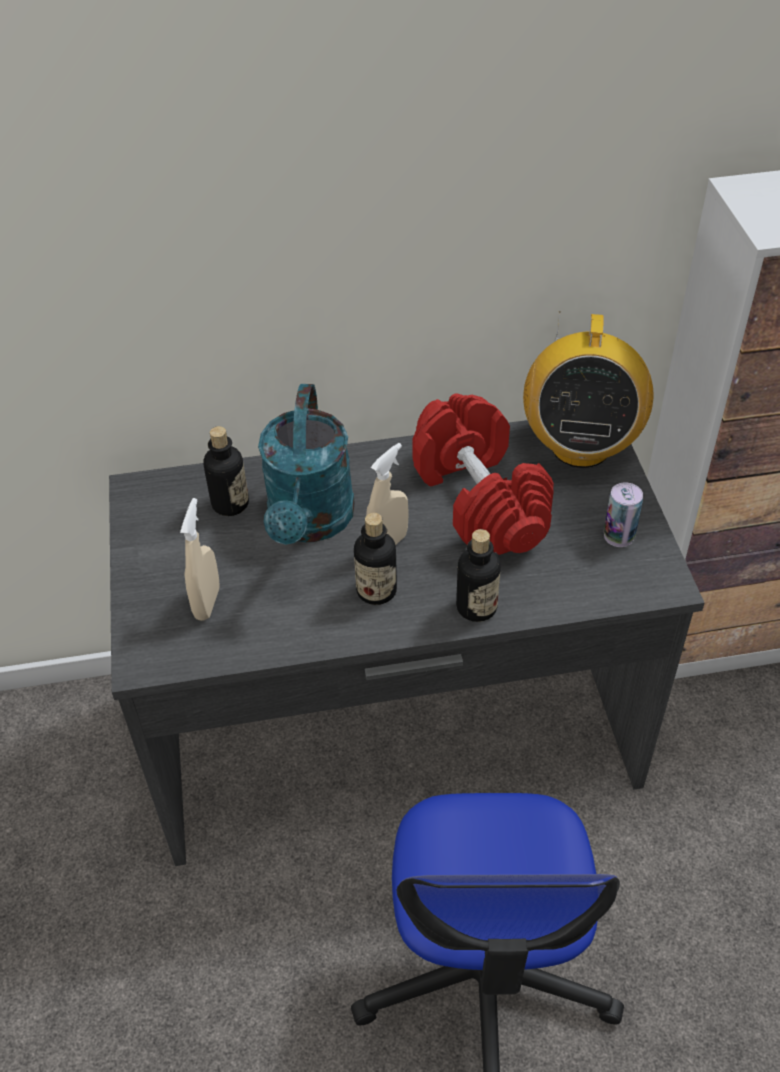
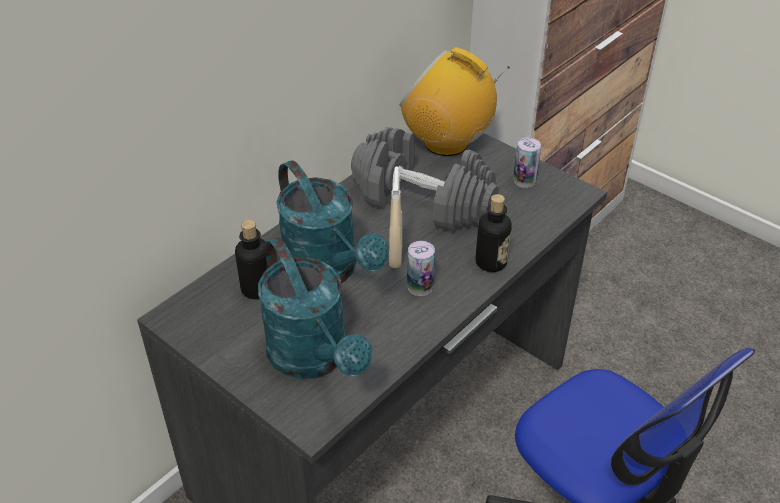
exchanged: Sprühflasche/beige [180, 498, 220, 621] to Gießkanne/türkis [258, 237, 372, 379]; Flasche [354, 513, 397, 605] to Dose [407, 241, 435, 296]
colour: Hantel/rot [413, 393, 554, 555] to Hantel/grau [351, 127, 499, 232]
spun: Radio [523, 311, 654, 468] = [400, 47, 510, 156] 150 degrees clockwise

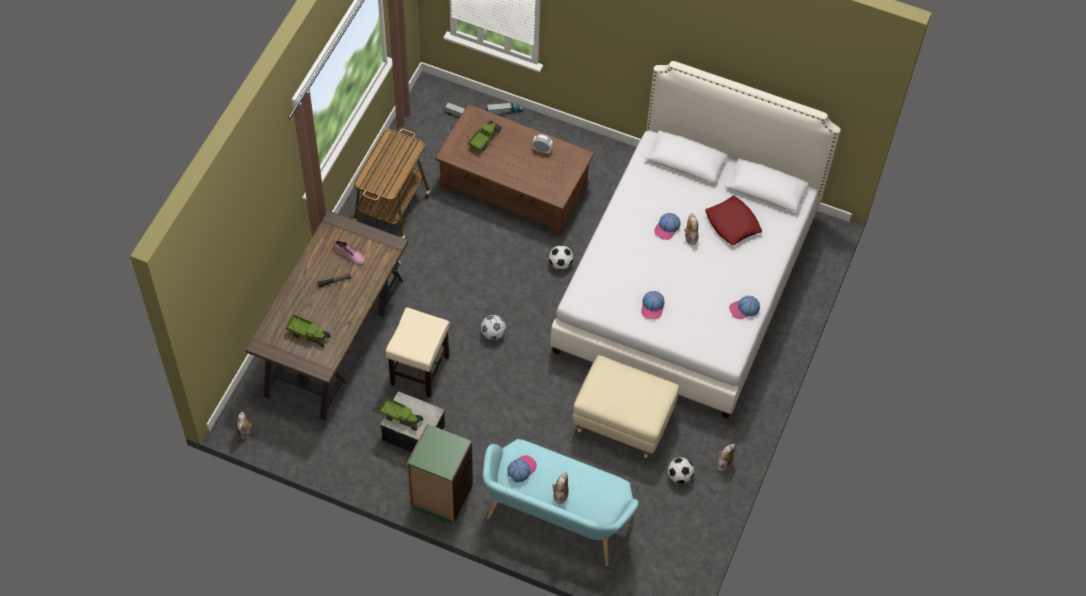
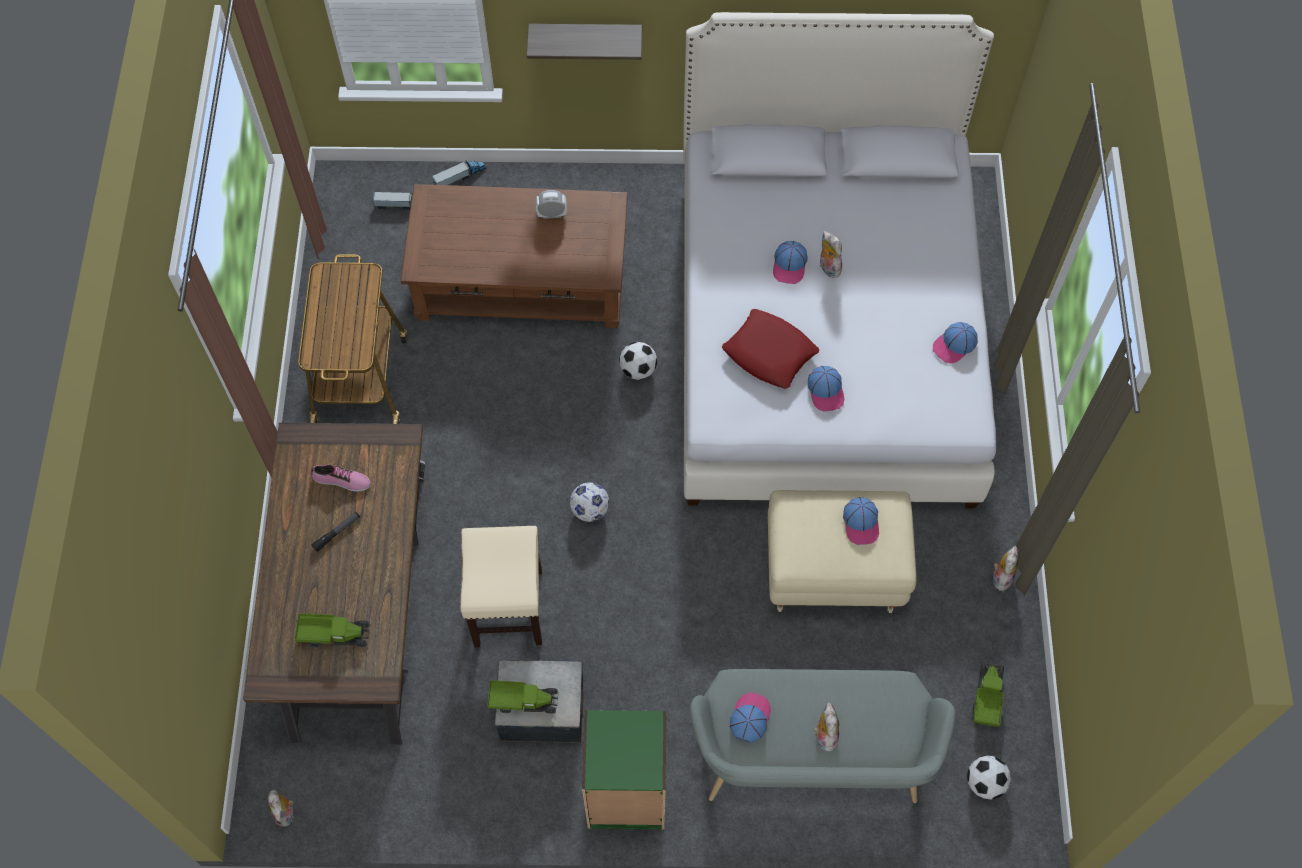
appeared: Wandregal [526, 24, 642, 60]; Kappe [843, 497, 879, 545]
relocated: Kissen/rot [705, 196, 762, 246] to [722, 309, 820, 389]; Fußball [668, 457, 694, 484] to [967, 755, 1011, 800]; Spielzeuglaster [468, 121, 501, 151] to [972, 662, 1004, 727]
colour: Bank/türkis [483, 439, 639, 567] to Bank/grau [690, 669, 956, 803]

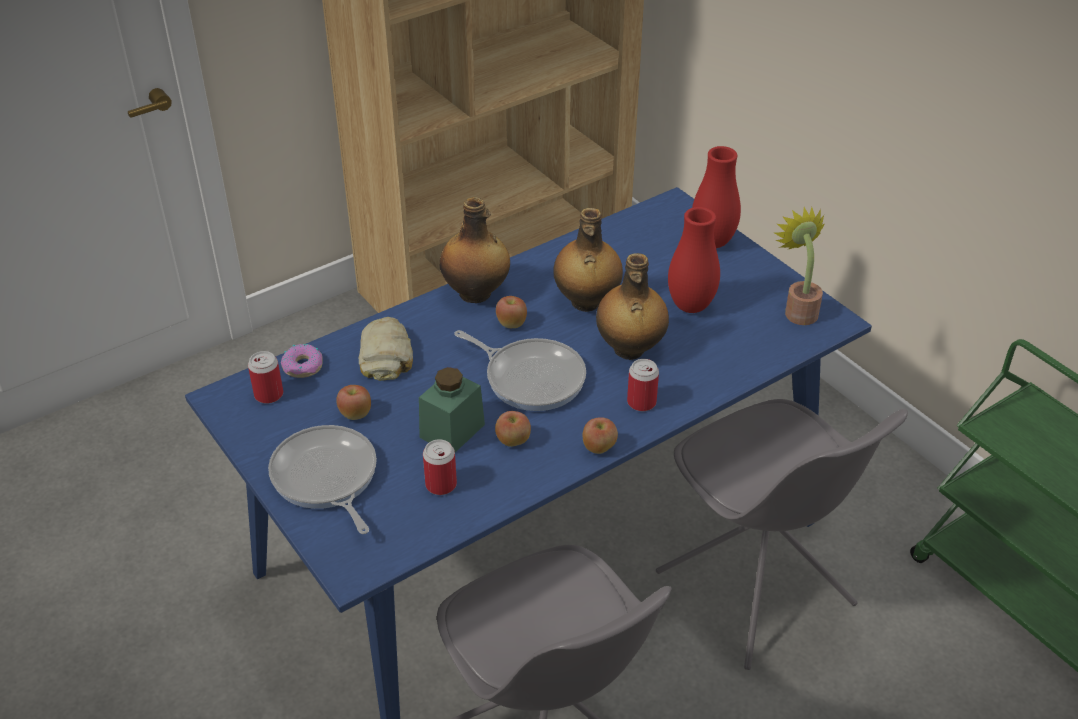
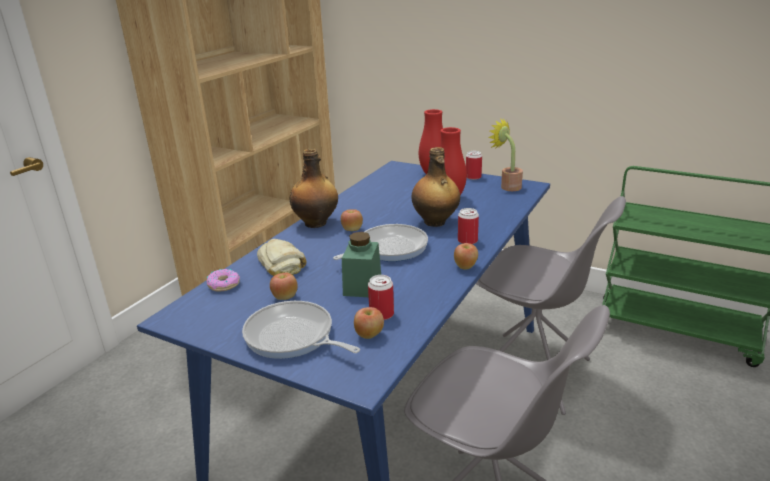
missing: Flasche [553, 208, 623, 312]
relocated: Apfel [495, 411, 531, 447] to [354, 307, 384, 339]; Dose [248, 351, 283, 404] to [466, 151, 482, 180]
spun: Pfanne [454, 330, 586, 411] = [333, 224, 428, 262] 45 degrees counterclockwise

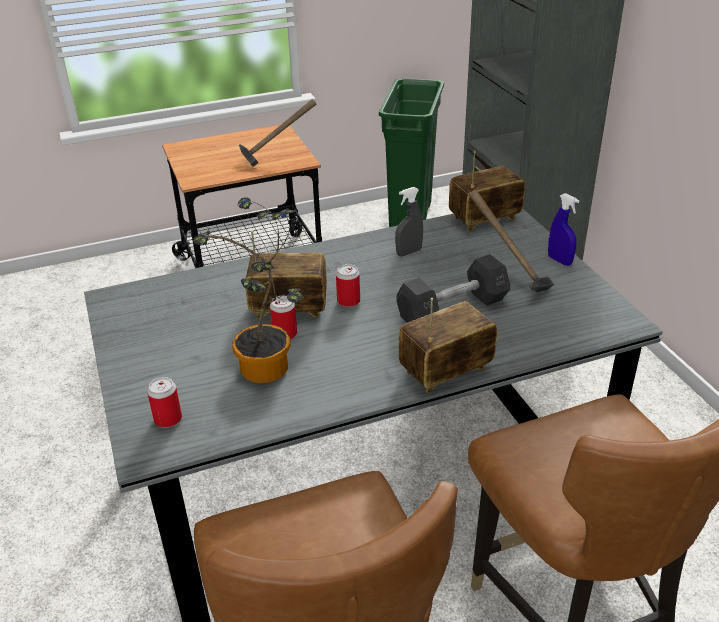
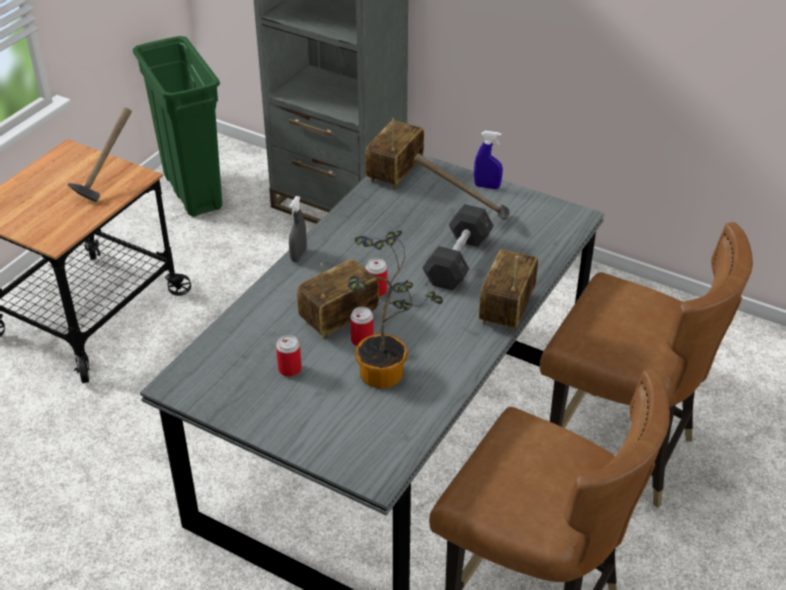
relocated: Dose [147, 377, 182, 428] to [276, 335, 302, 377]; Sprühflasche/grau [395, 187, 423, 257] to [289, 196, 307, 262]

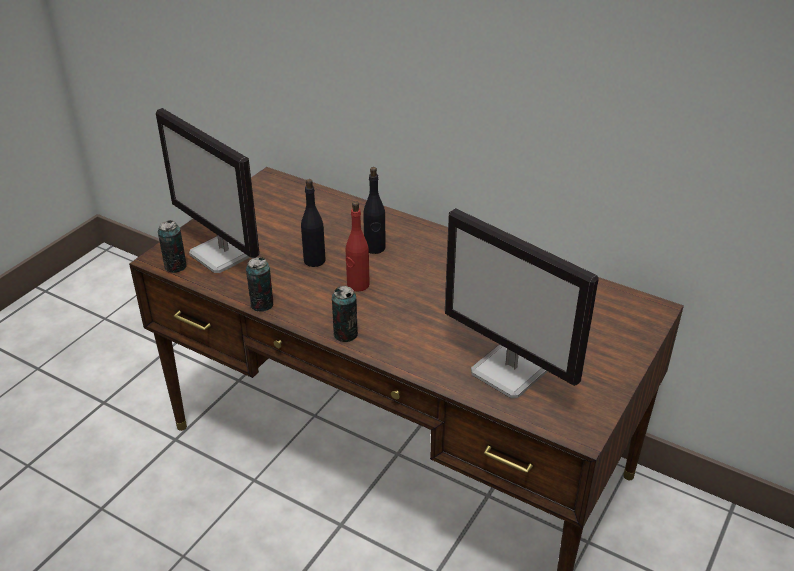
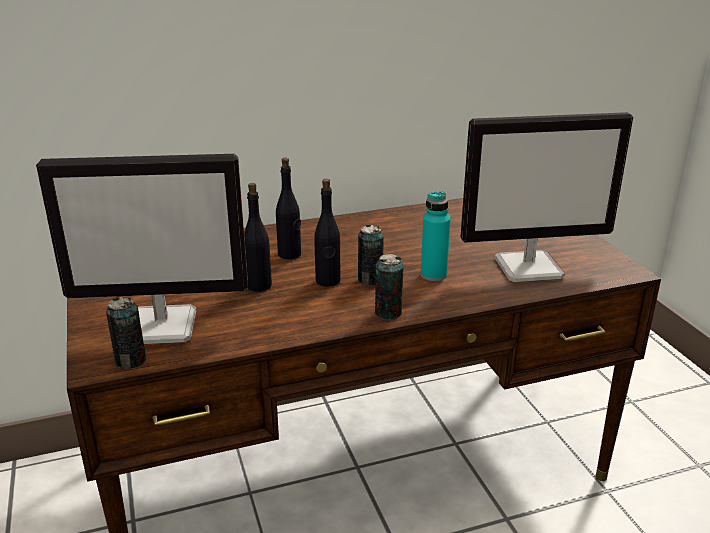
appeared: Flasche/türkis [421, 191, 451, 281]
relocated: Dose [246, 257, 273, 312] to [358, 225, 384, 286]
colour: Flasche/rot [346, 201, 370, 291] to Flasche/schwarz [314, 179, 341, 286]

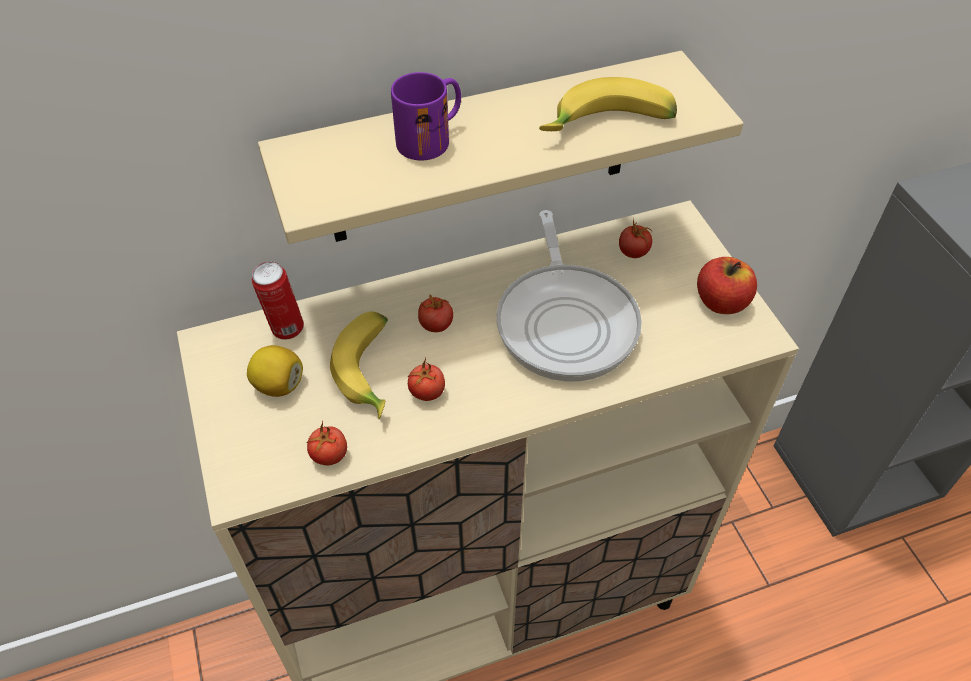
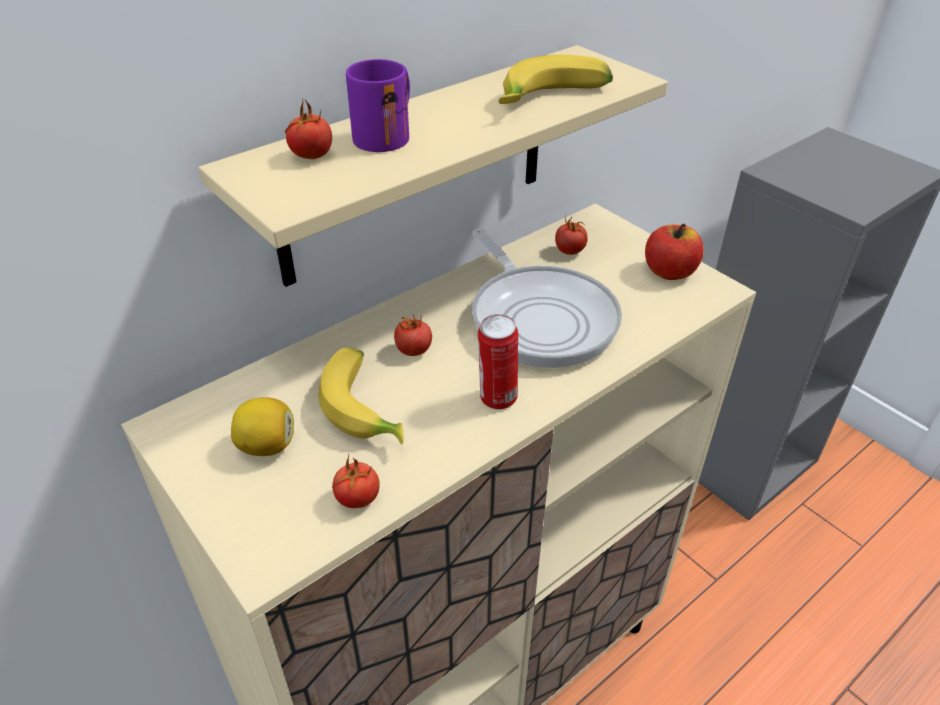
relocated: Tomate [408, 358, 445, 401] to [285, 98, 332, 159]; Dose [252, 261, 304, 340] to [478, 314, 518, 410]

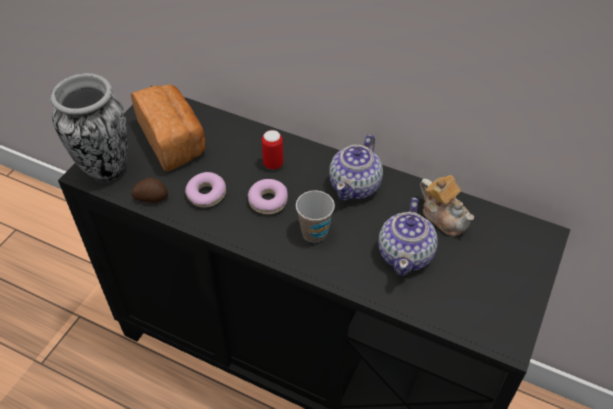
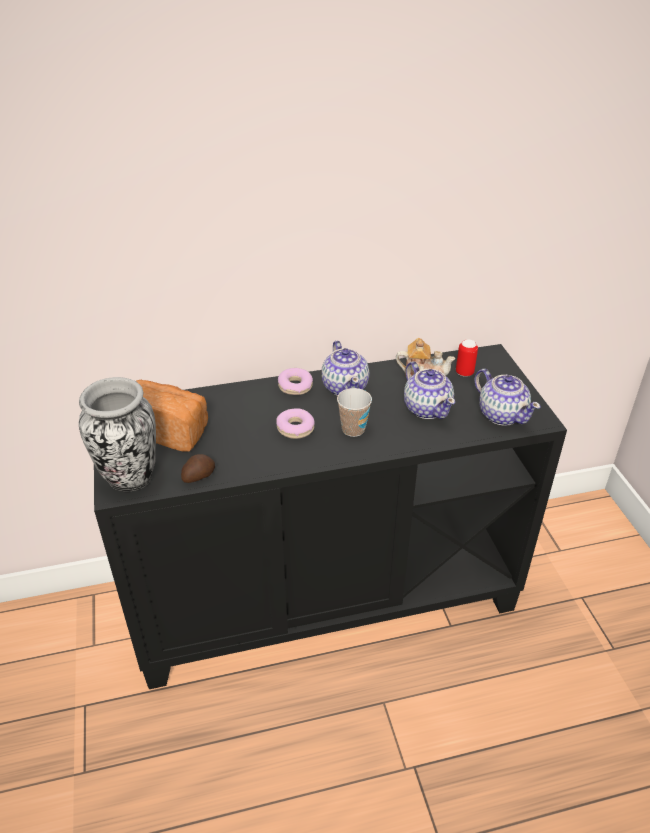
appeared: Teekanne [474, 369, 541, 426]
relocated: Donut [185, 172, 226, 208] to [278, 368, 313, 395]; Dose [262, 130, 284, 170] to [456, 339, 478, 377]

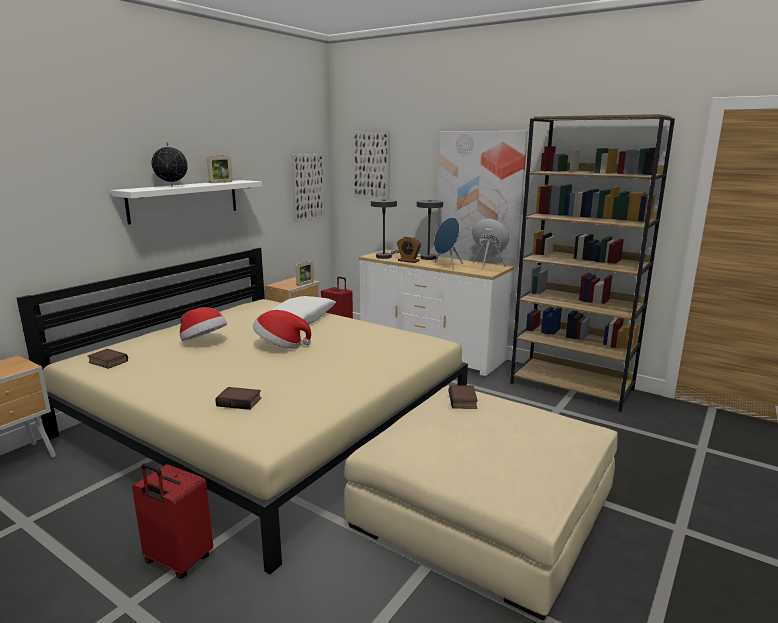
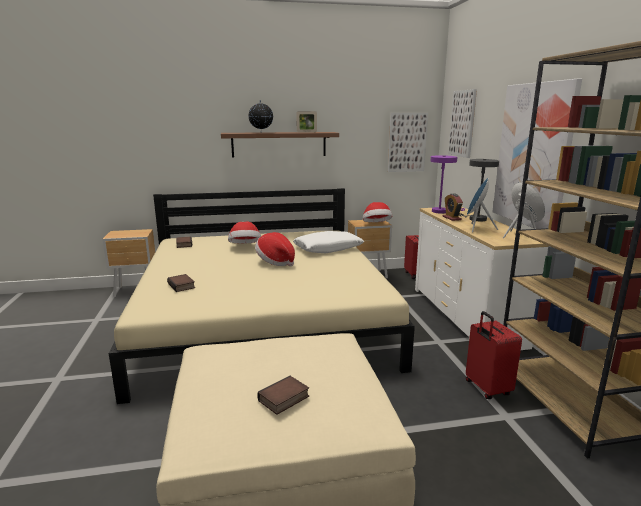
relocated: Buch [448, 385, 478, 409] to [257, 376, 309, 415]; Koffer/rot [132, 463, 213, 579] to [466, 311, 522, 399]
exchanged: Bilderrahmen [296, 261, 314, 286] to Hut [363, 202, 392, 222]
colour: Wandregal/weiß [110, 180, 262, 225] to Wandregal/braun [221, 132, 339, 158]; Tischlampe/grau [371, 199, 399, 259] to Tischlampe/lila [430, 155, 465, 213]

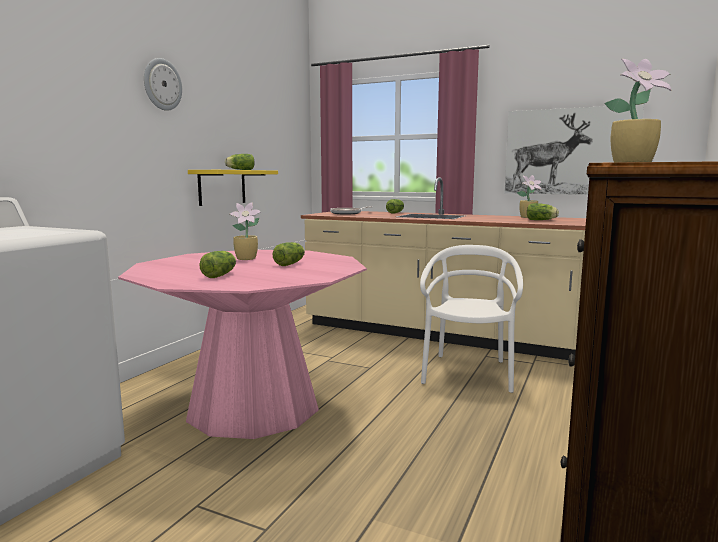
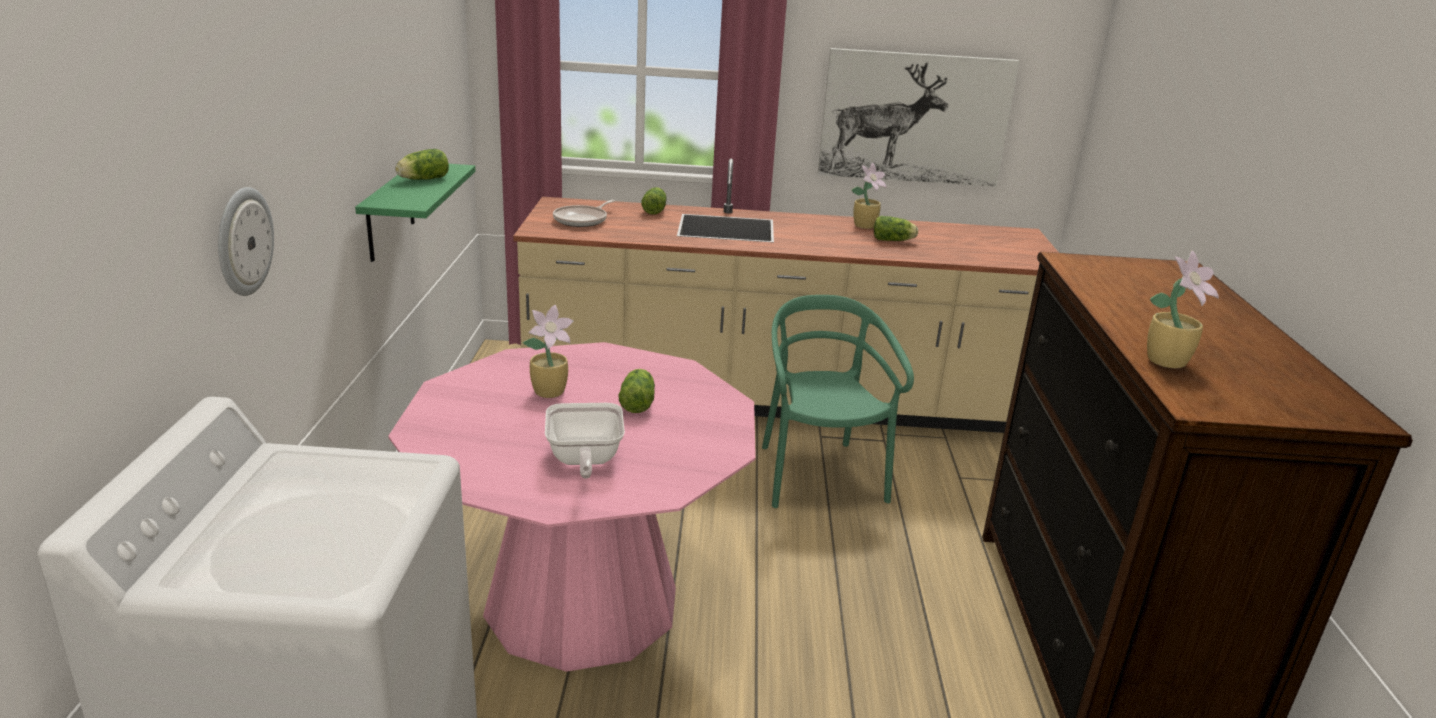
relocated: Wanduhr [144, 58, 182, 111] to [218, 187, 274, 296]
exchanged: Salatkopf [199, 251, 236, 278] to Pfanne [545, 403, 625, 479]
colour: Wandregal/gelb [188, 170, 278, 206] to Wandregal/grün [355, 164, 475, 262]; Stuhl/weiß [420, 245, 523, 393] to Stuhl/grün [762, 295, 914, 508]

